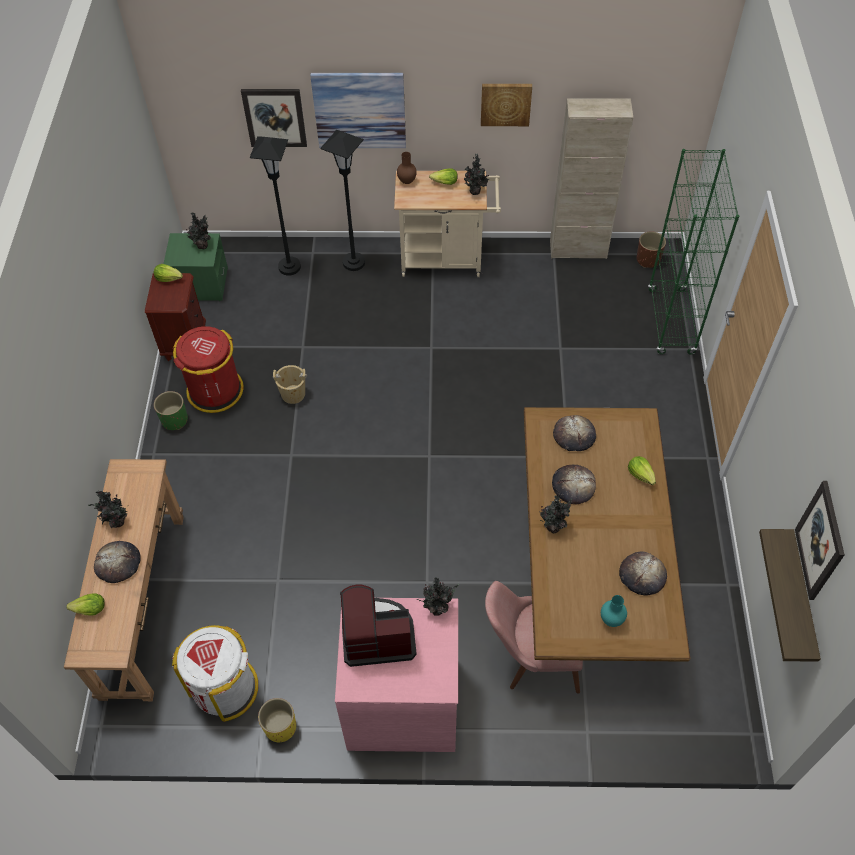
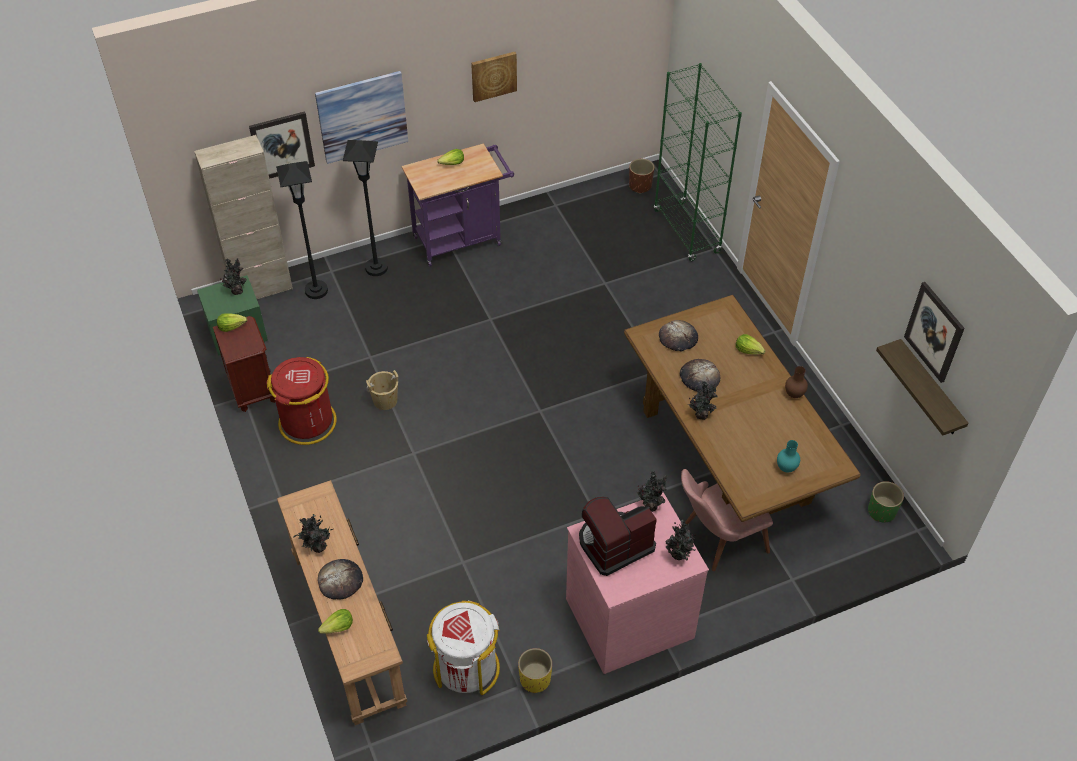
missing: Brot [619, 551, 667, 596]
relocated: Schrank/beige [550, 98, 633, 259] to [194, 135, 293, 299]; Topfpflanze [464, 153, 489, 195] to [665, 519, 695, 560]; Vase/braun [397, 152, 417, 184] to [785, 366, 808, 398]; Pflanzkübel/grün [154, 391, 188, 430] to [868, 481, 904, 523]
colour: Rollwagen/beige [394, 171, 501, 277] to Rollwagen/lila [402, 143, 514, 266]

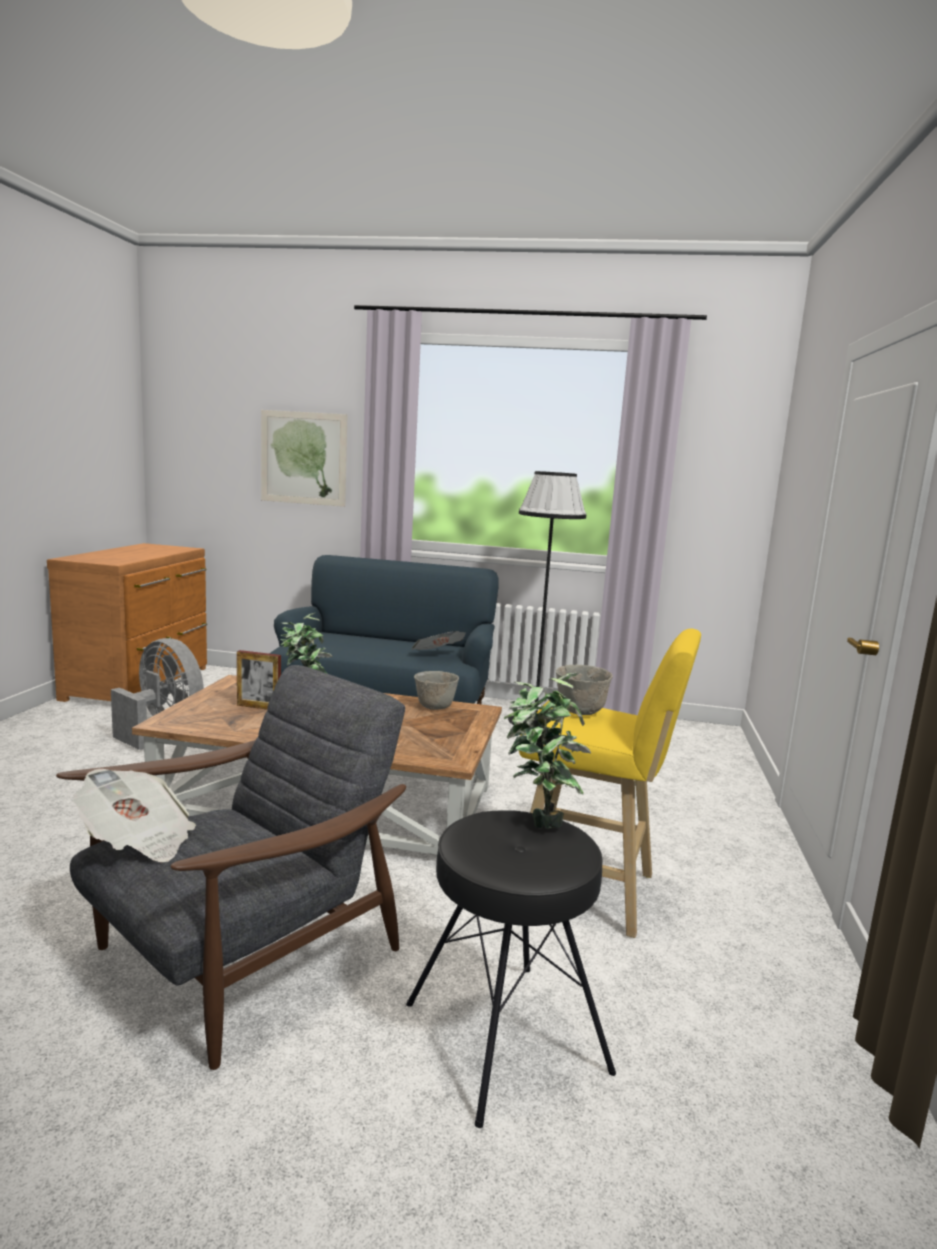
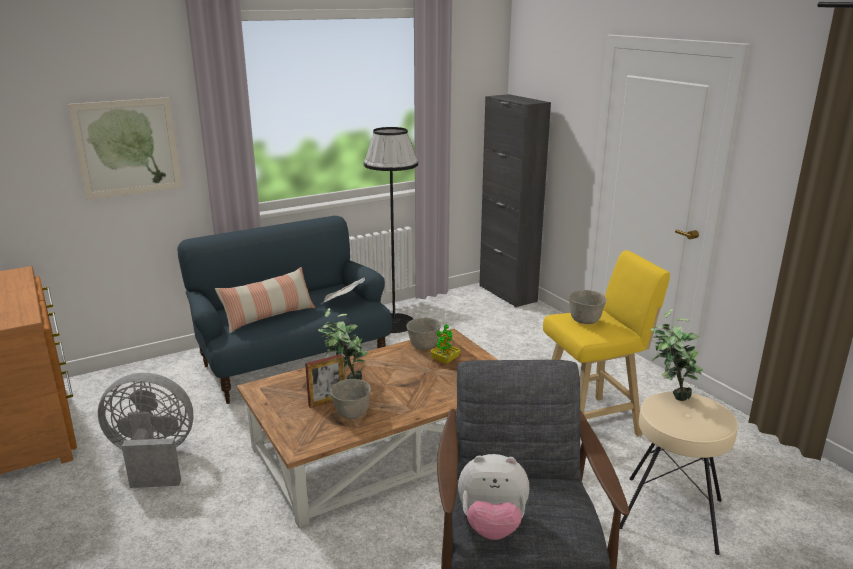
appeared: Kissen [215, 267, 315, 333]; Schüssel/grau [330, 379, 371, 419]; Topfpflanze [430, 324, 461, 364]; Schrank/schwarz [479, 94, 551, 307]
exchanged: Zeitung [73, 768, 196, 862] to Plüschtier [458, 454, 529, 540]
colour: Hocker/schwarz [406, 810, 616, 1128] to Hocker/beige [620, 391, 738, 555]

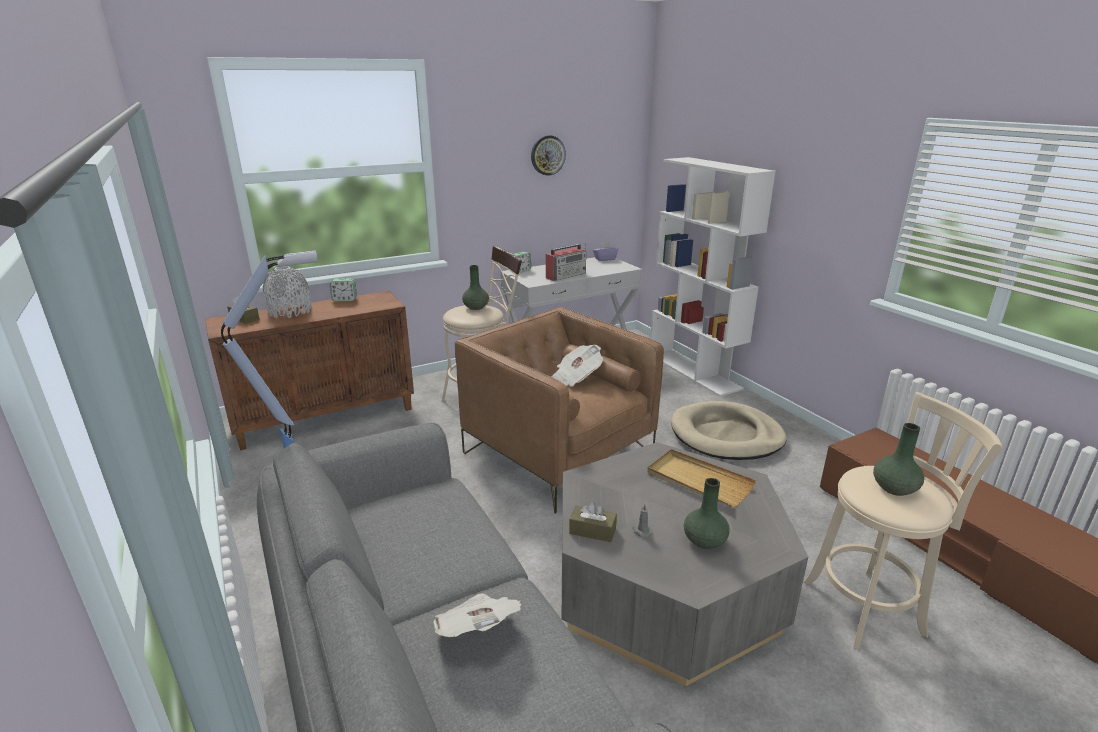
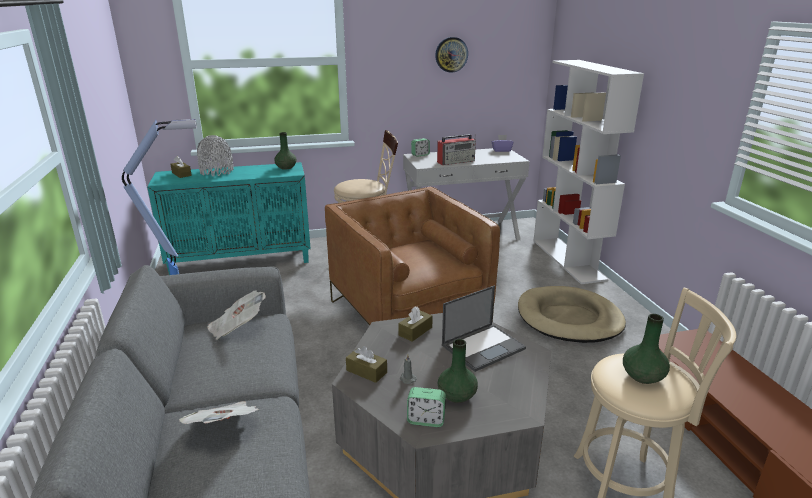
appeared: Taschentuchbox/braun [398, 307, 433, 342]
relocated: Zeitung [551, 345, 603, 387] to [207, 290, 266, 340]; Vase/grün [462, 265, 489, 310] to [274, 132, 297, 170]; Wecker [330, 278, 357, 302] to [407, 387, 446, 427]
exchanged: Tablett/beige [647, 449, 756, 508] to Laptop [442, 285, 526, 372]
colour: Schrank/braun [205, 291, 414, 450] to Schrank/türkis [147, 162, 311, 275]

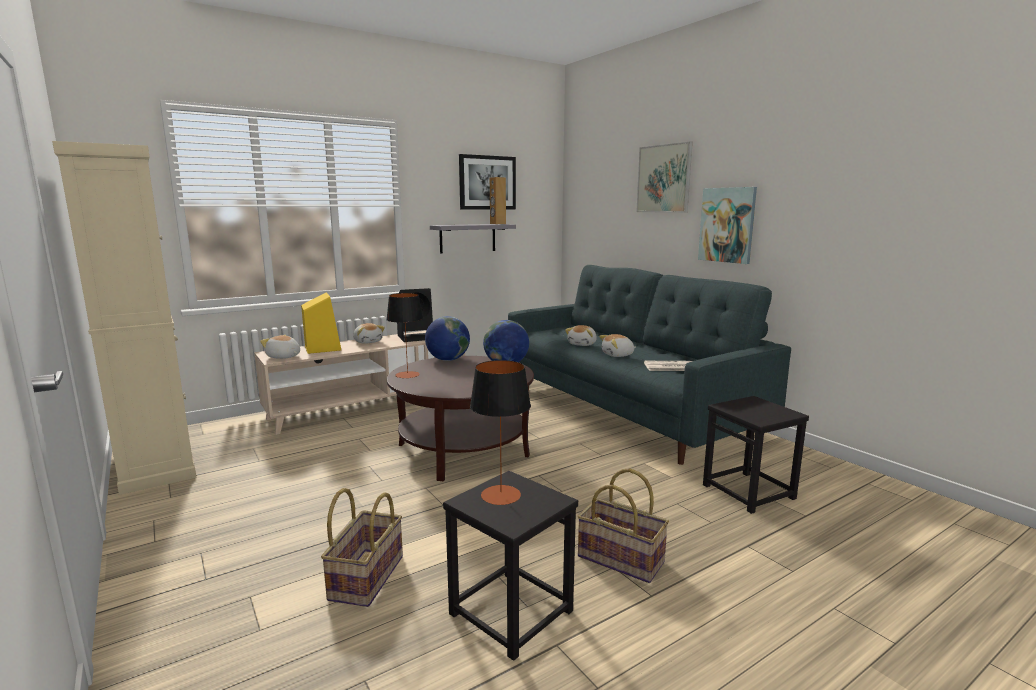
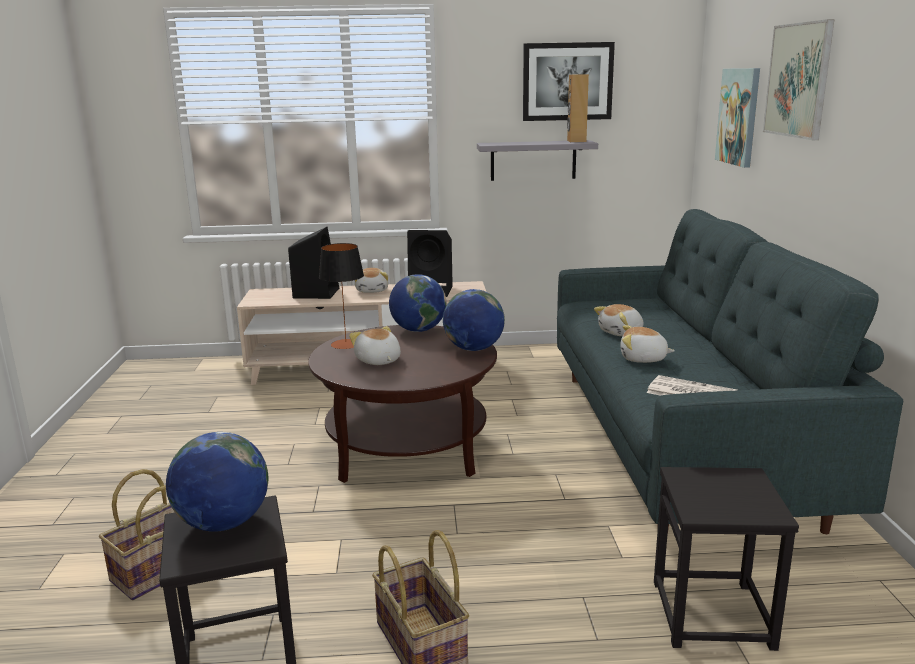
missing: Schrank/beige [52, 141, 197, 495]
relocated: Plüschtier [260, 335, 300, 359] to [349, 326, 401, 365]; Bild [698, 187, 757, 264] to [715, 68, 760, 168]
exchanged: Tischlampe [470, 360, 531, 505] to Globus [166, 432, 268, 532]
colour: Lautsprecher/gelb [301, 292, 341, 354] to Lautsprecher/schwarz [288, 227, 339, 299]

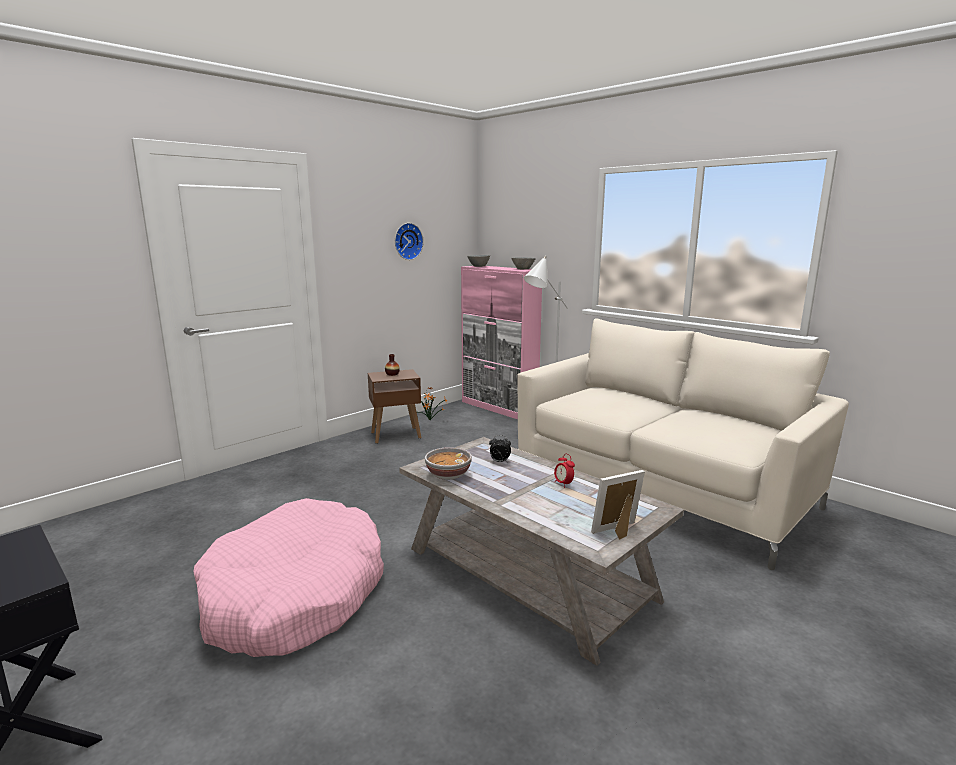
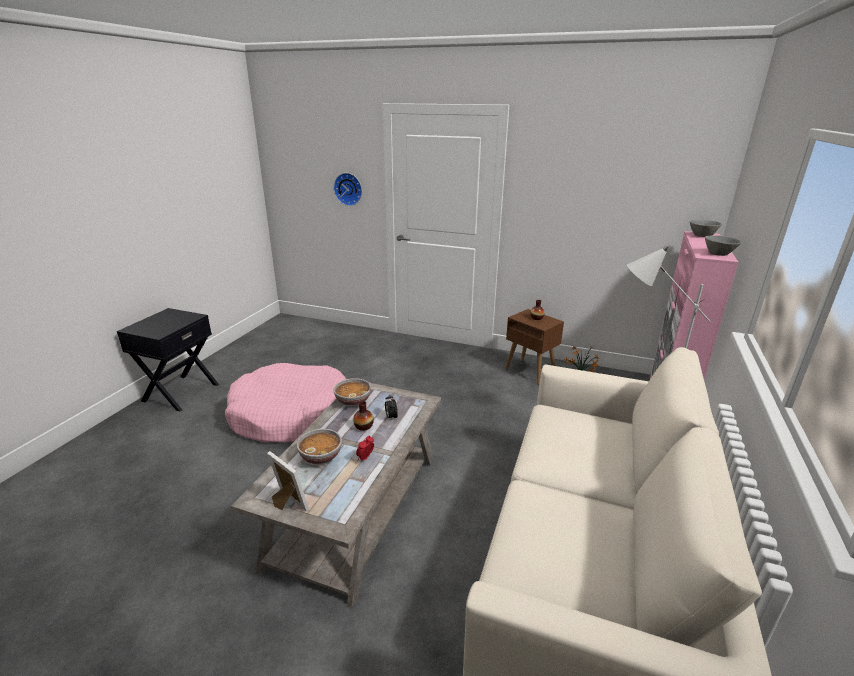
appeared: Schüssel [297, 429, 342, 465]; Vase [353, 401, 374, 431]
relocated: Wanduhr [395, 223, 424, 260] to [333, 173, 362, 206]

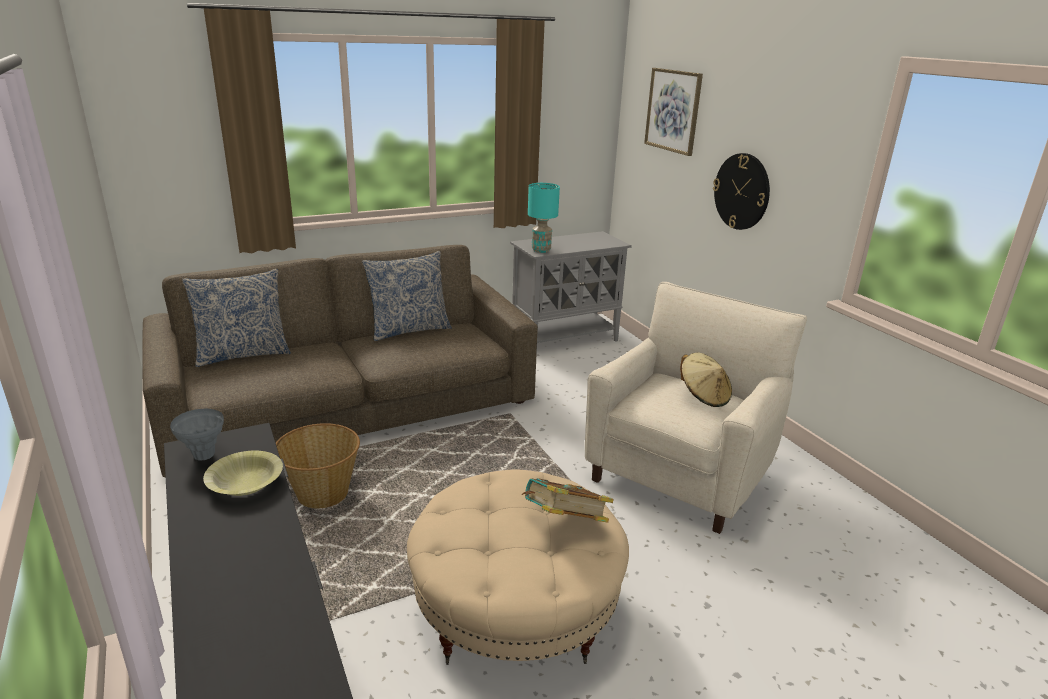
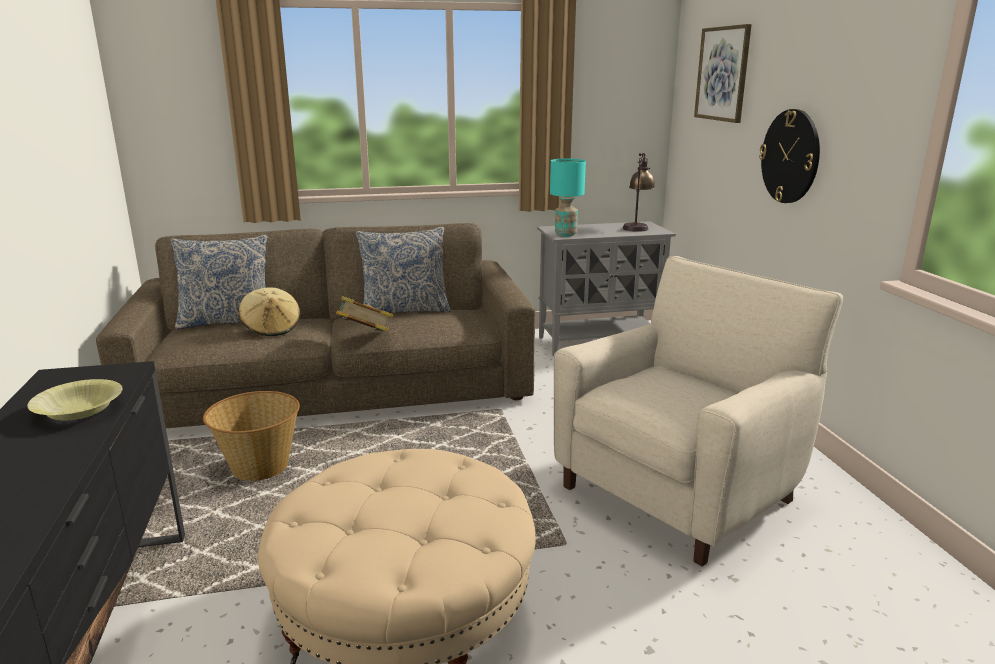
missing: Vase/grau [170, 409, 224, 461]
appeared: Tischlampe [623, 153, 655, 232]
relocated: Hut/beige [680, 353, 732, 407] to [239, 287, 300, 336]; Buch [522, 478, 614, 523] to [333, 296, 393, 332]

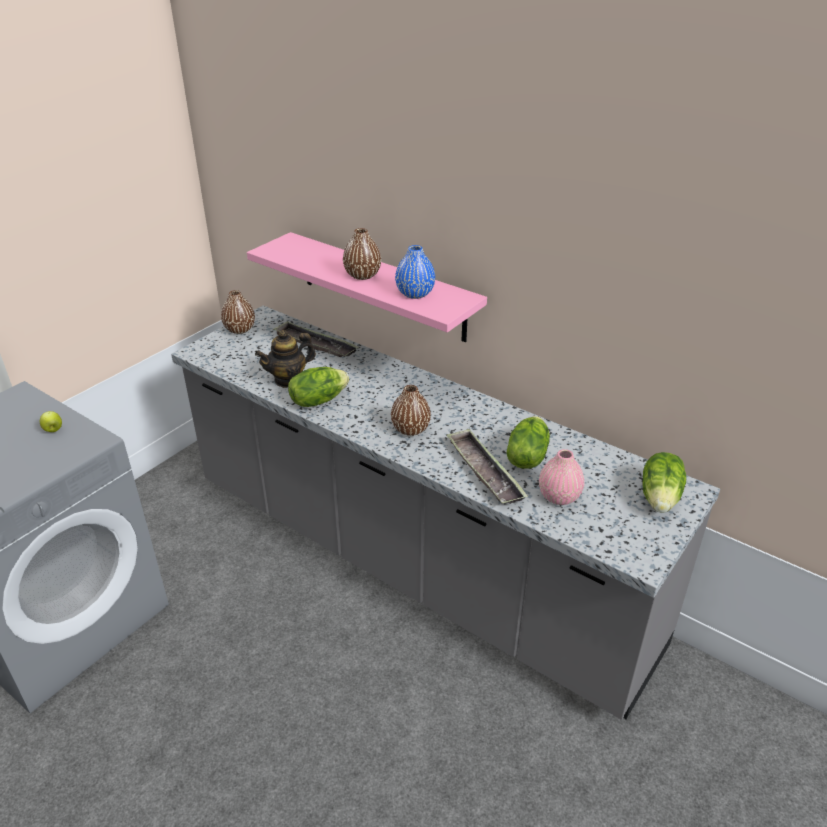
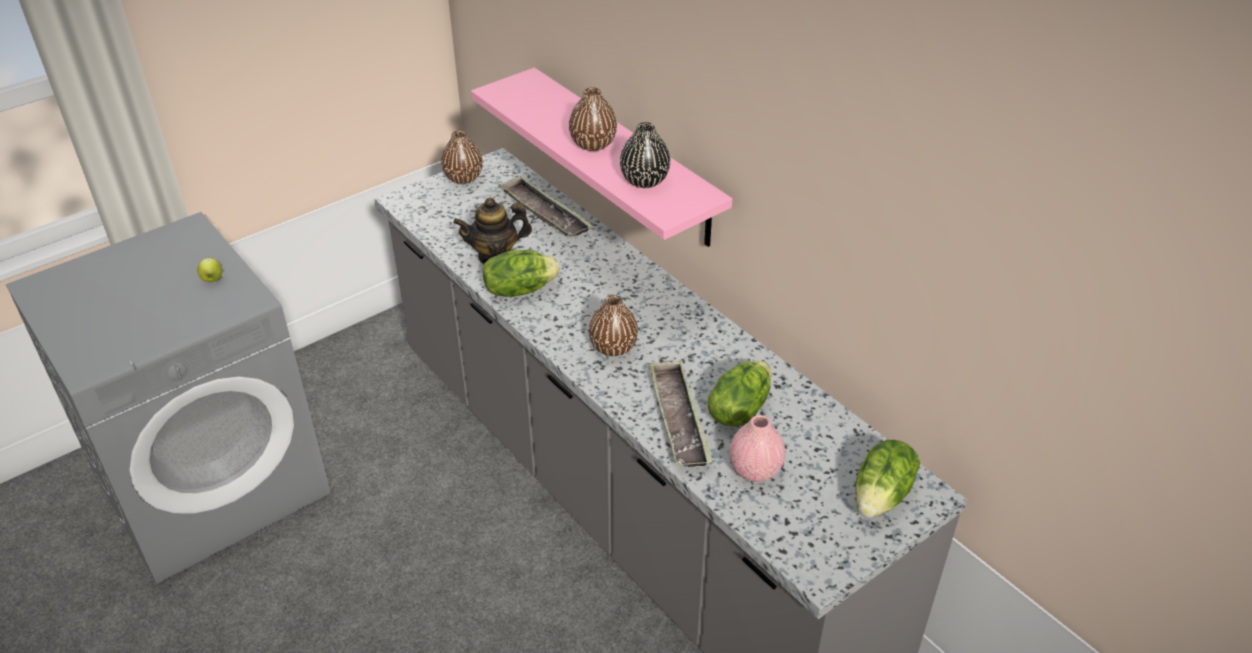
colour: Vase/blau [395, 245, 435, 299] to Vase/schwarz [620, 122, 670, 188]

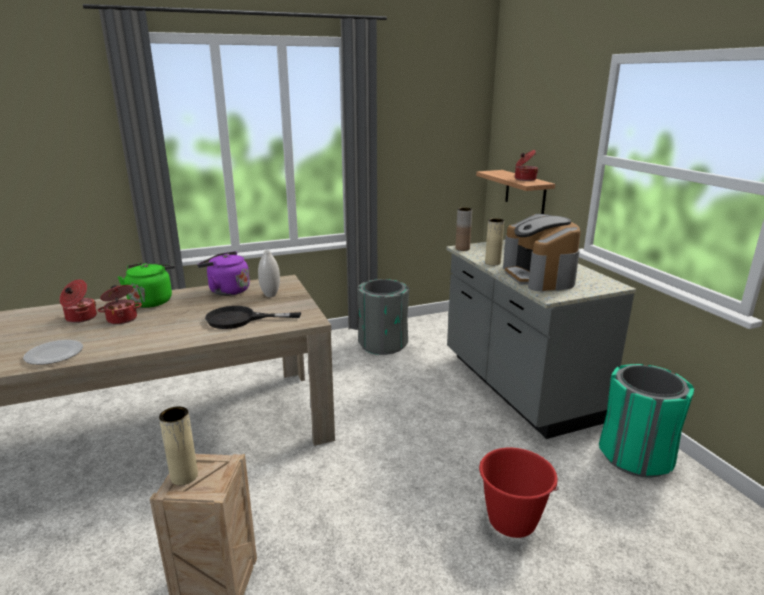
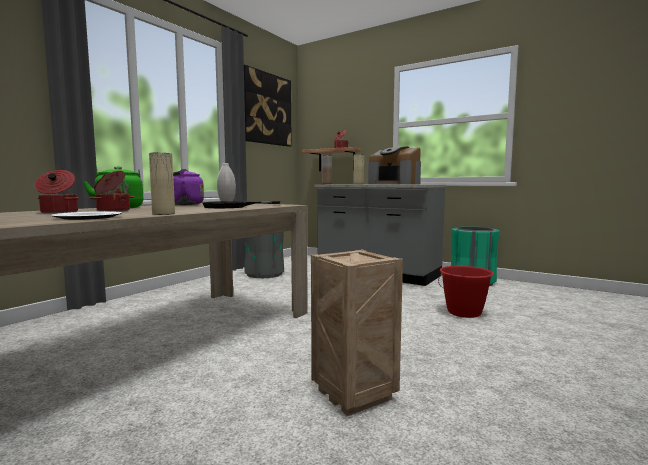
appeared: Bild [244, 65, 292, 147]
relocated: Vase/beige [159, 407, 198, 485] to [149, 153, 175, 215]

